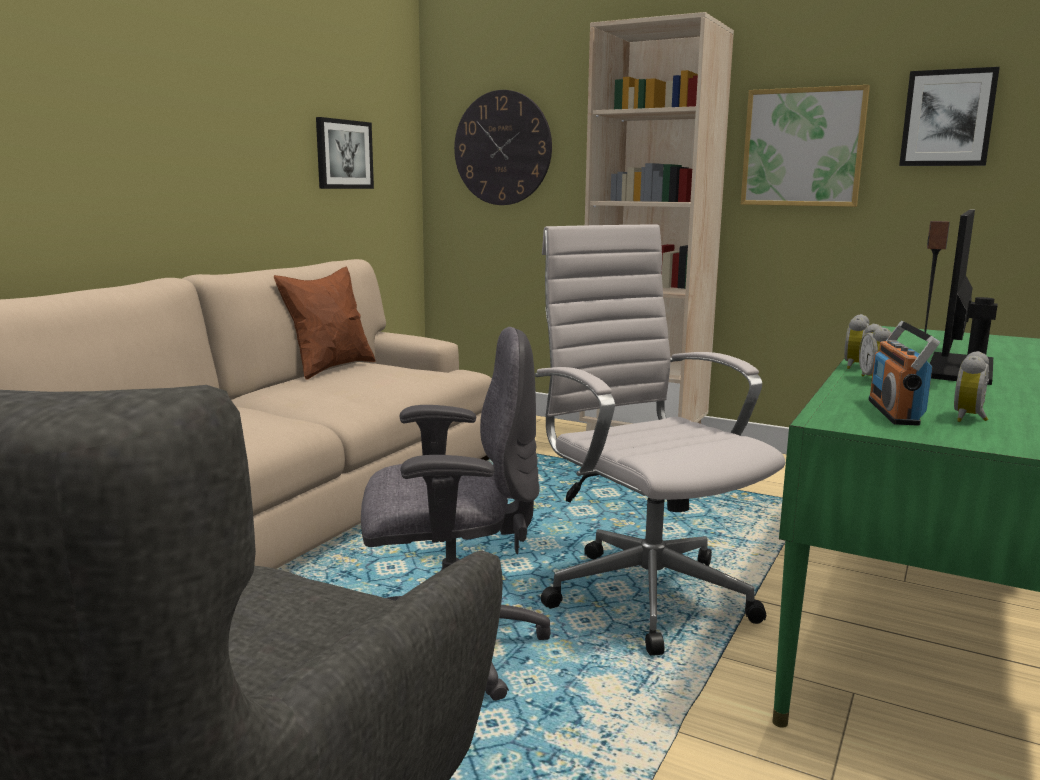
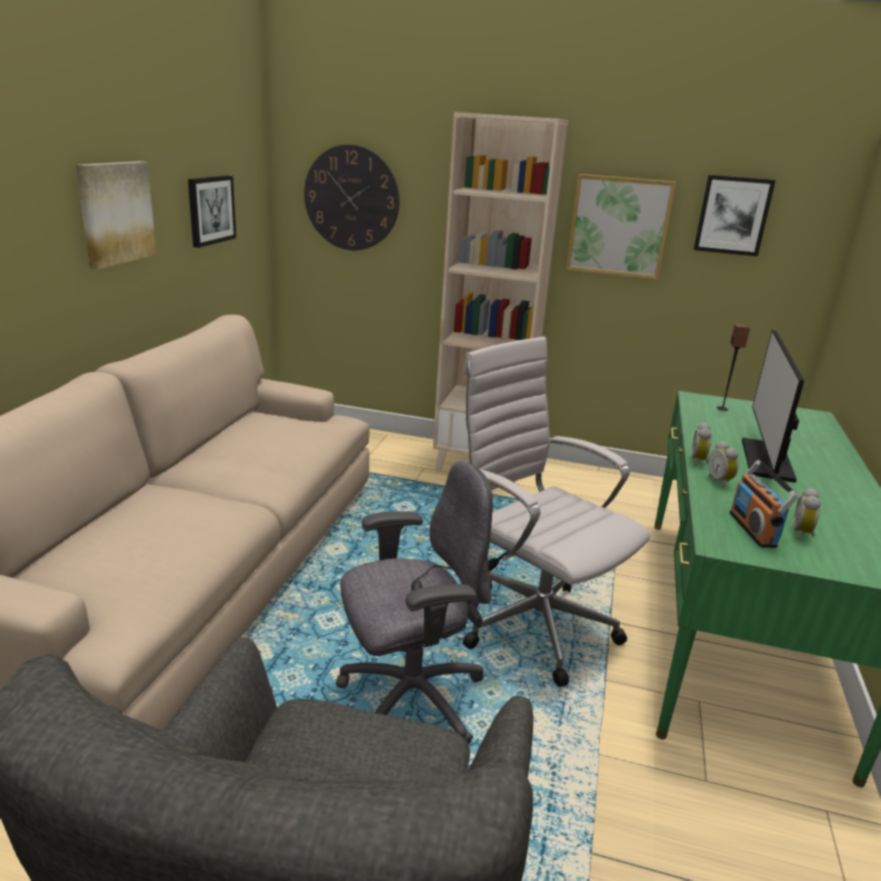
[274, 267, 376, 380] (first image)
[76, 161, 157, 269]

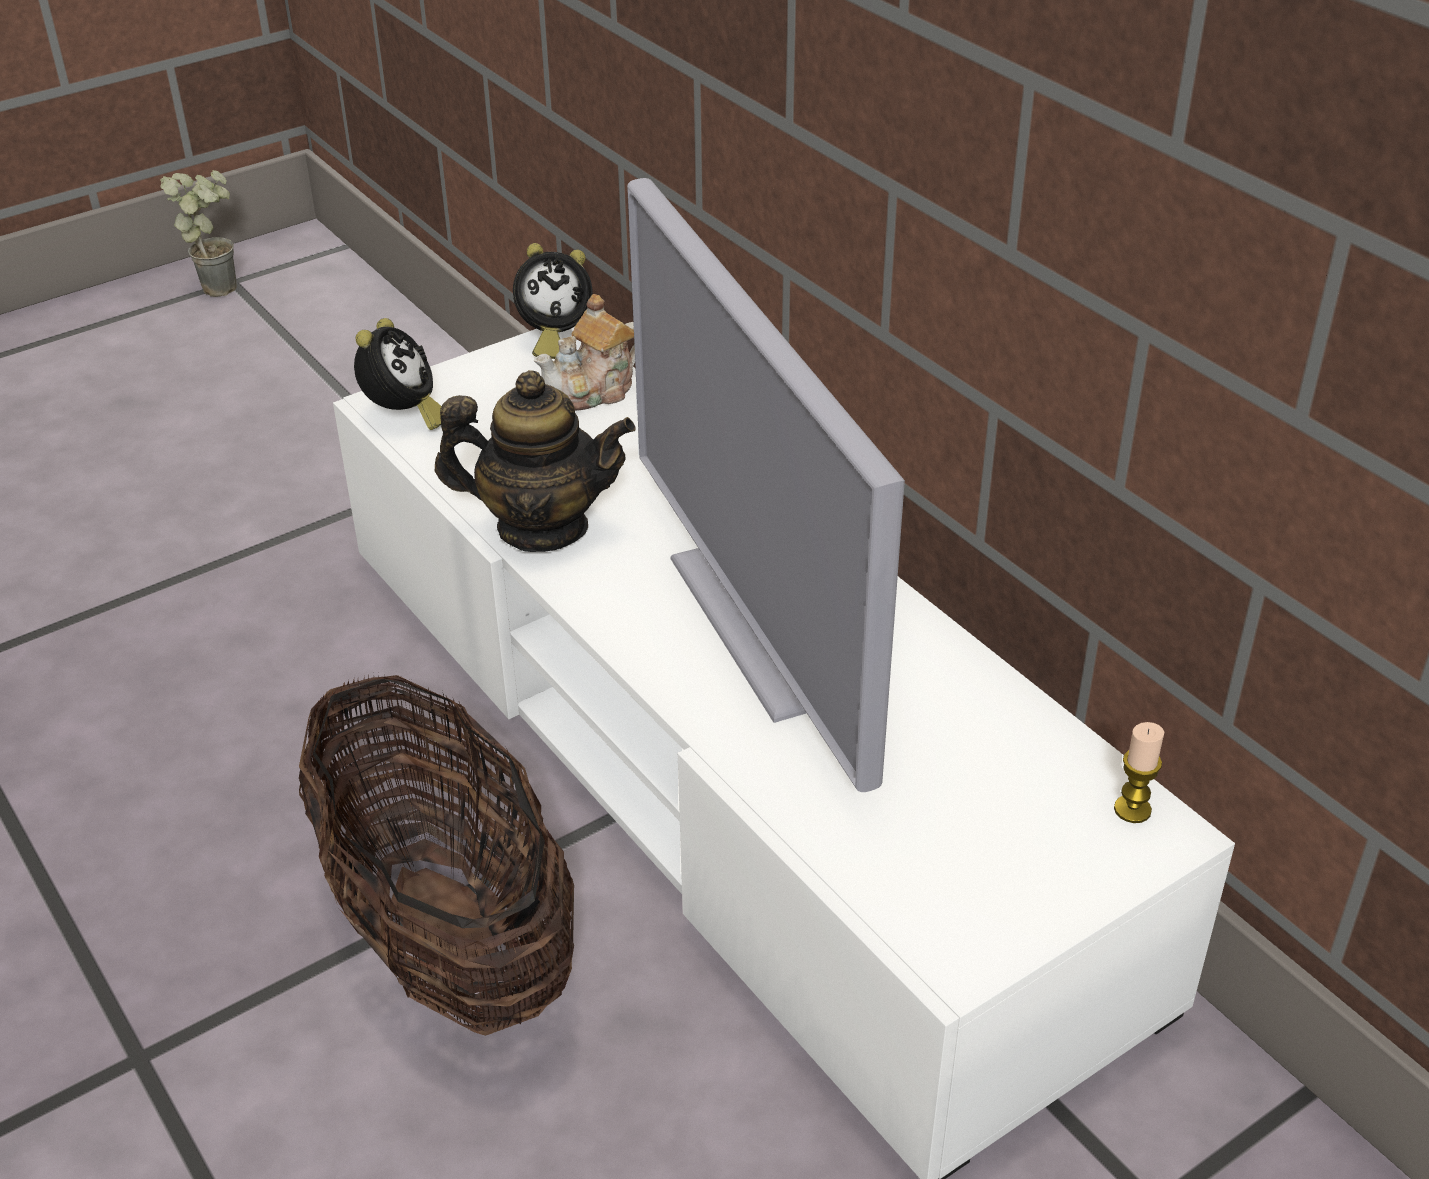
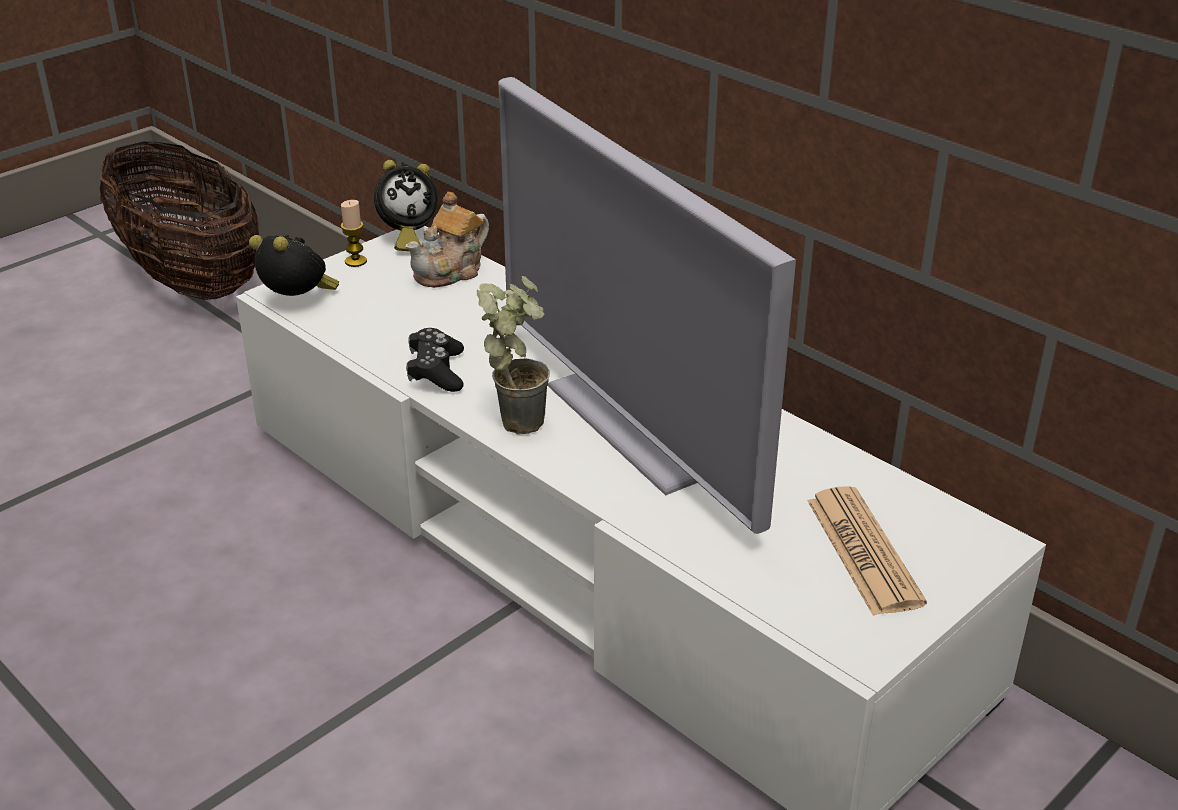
[807, 486, 927, 616]
[477, 276, 550, 434]
[100, 141, 259, 300]
[341, 200, 367, 267]
[406, 328, 464, 392]
[249, 235, 339, 296]

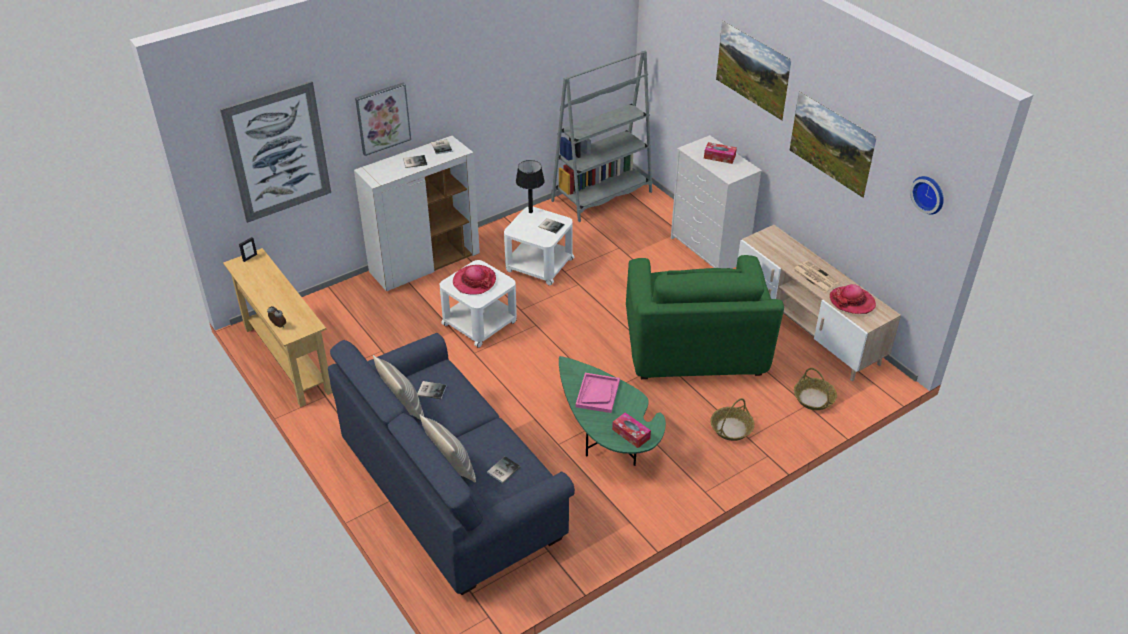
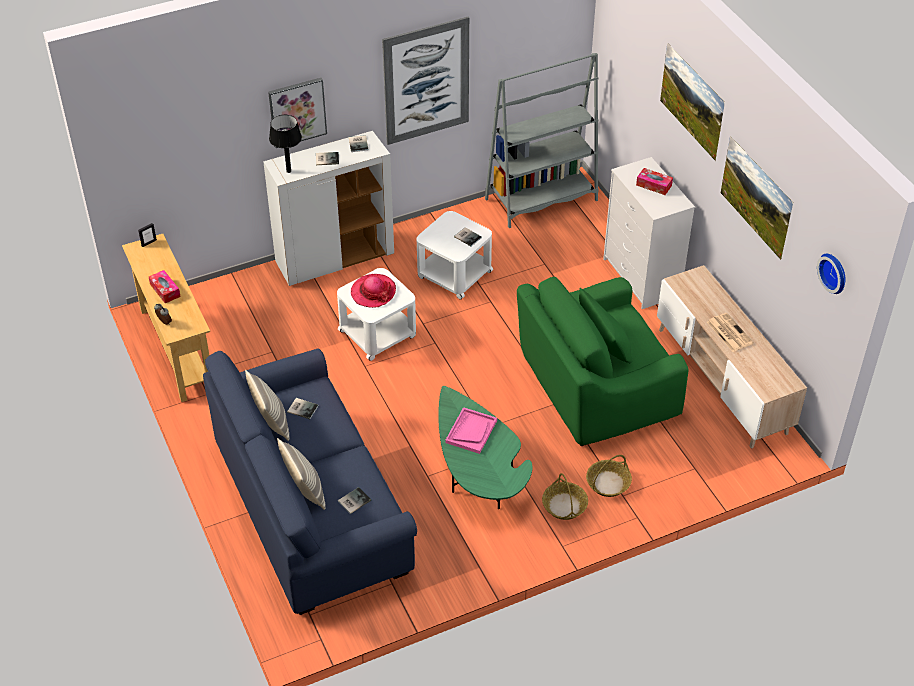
[830, 284, 876, 314] (first image)
[382, 16, 469, 145]
[269, 115, 302, 173]
[149, 270, 181, 303]
[542, 473, 588, 520]
[517, 277, 689, 446]

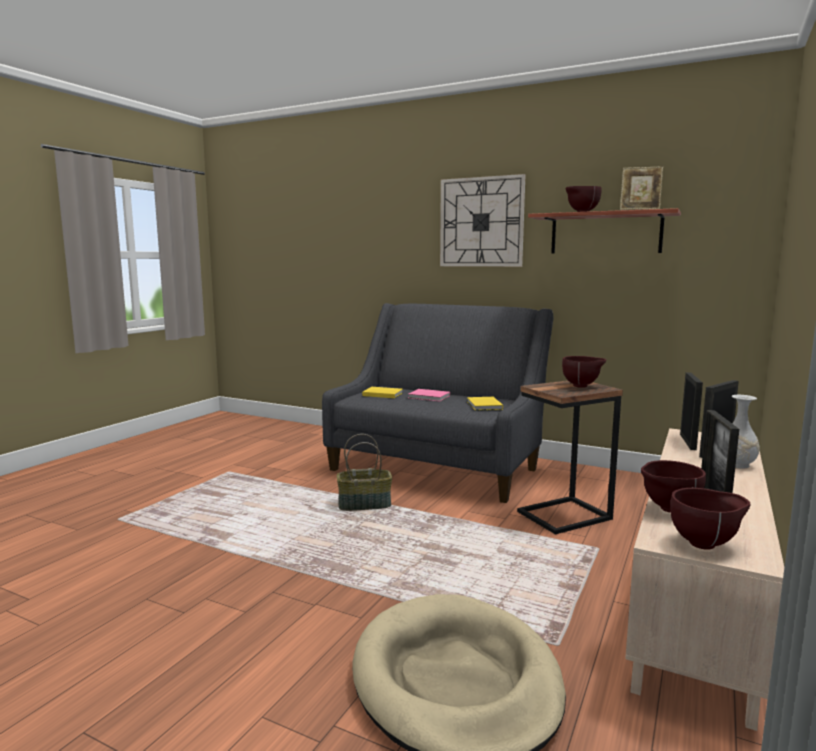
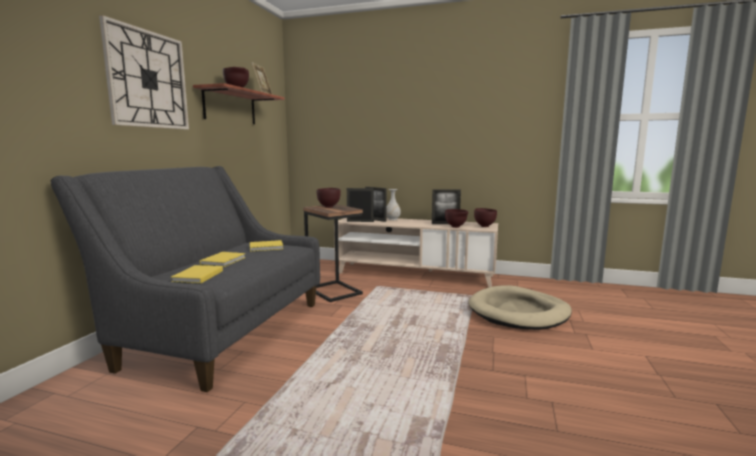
[337, 434, 392, 511] (first image)
[200, 252, 246, 267]

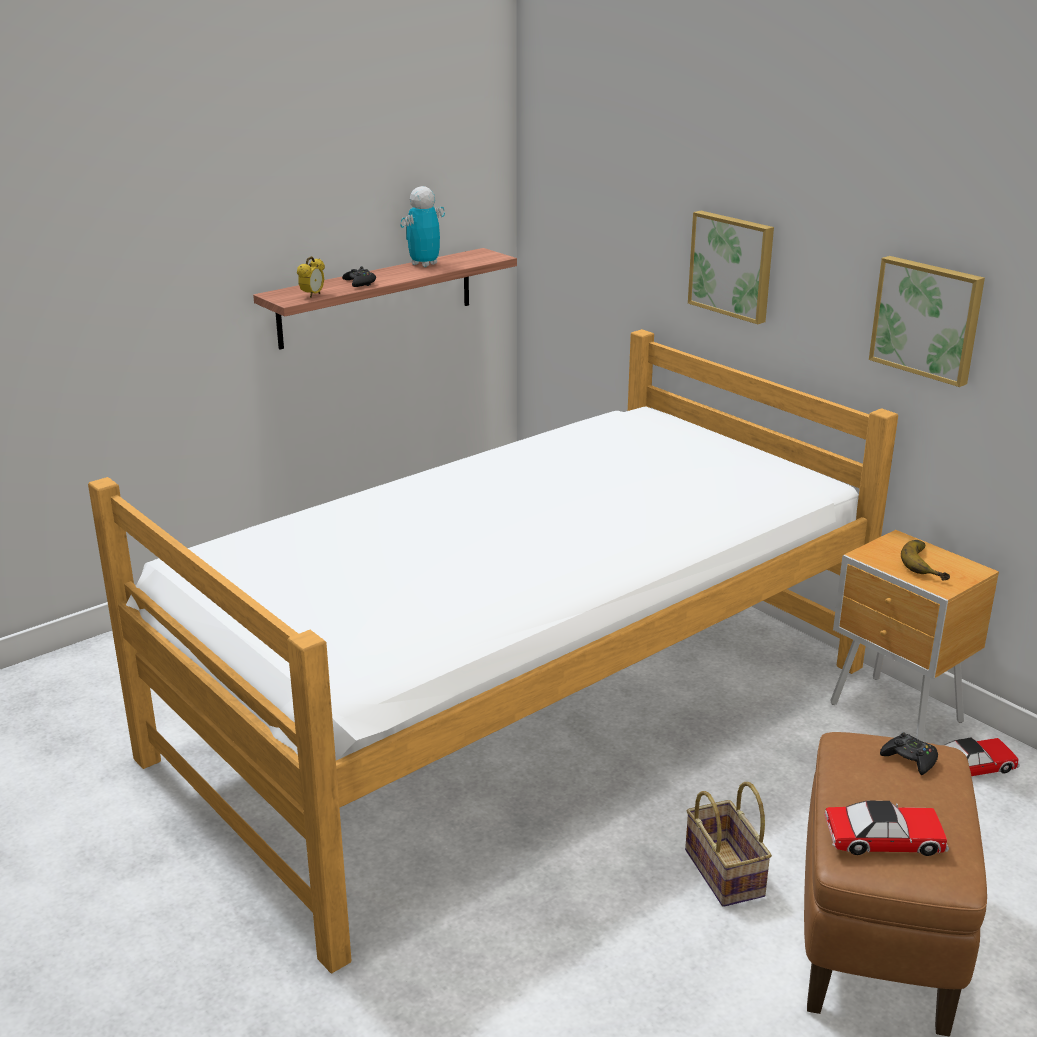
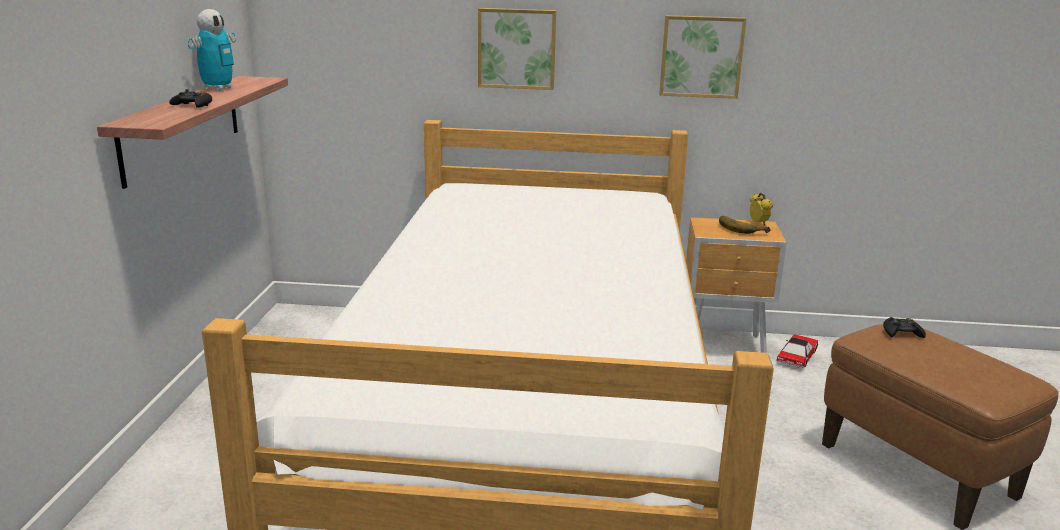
[685, 782, 772, 907] (first image)
[824, 801, 949, 856] (first image)
[750, 193, 773, 226]
[188, 9, 236, 91]

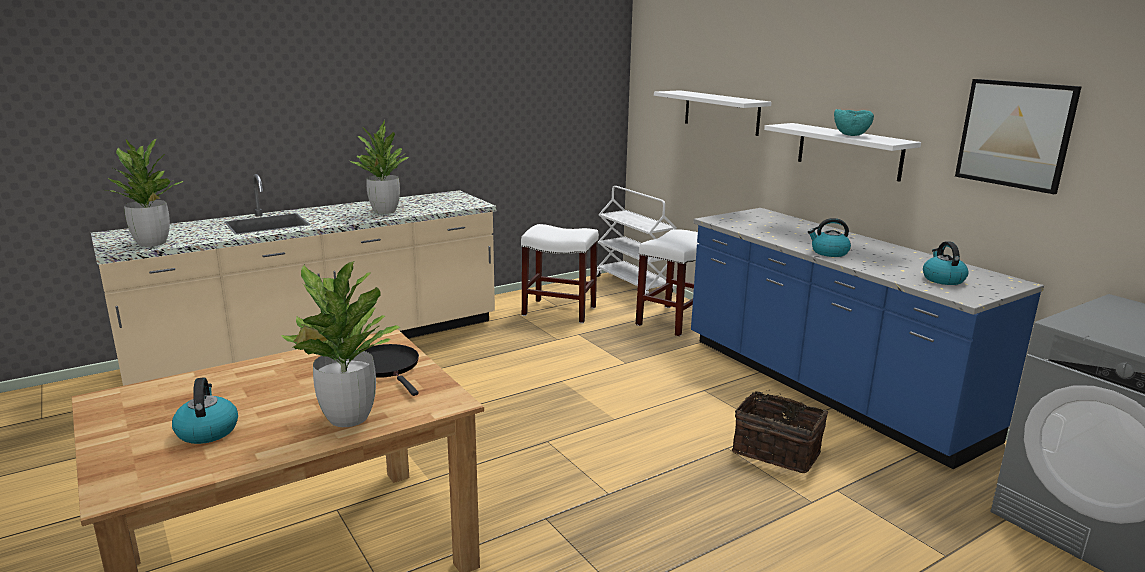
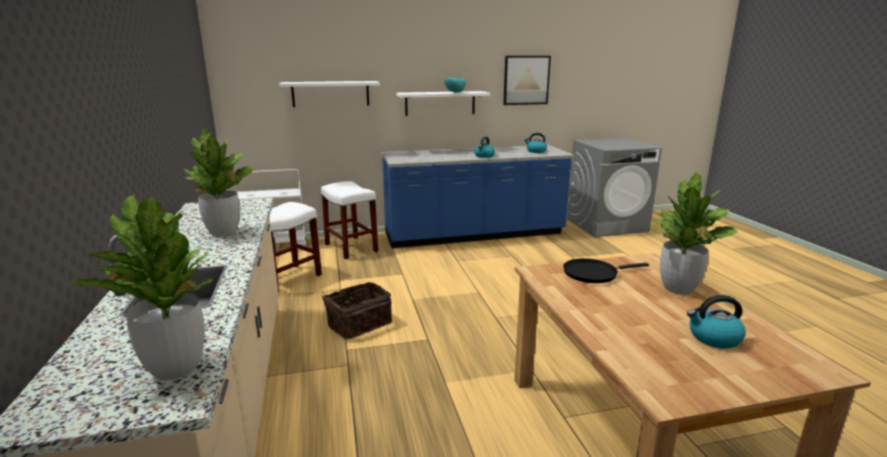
[322, 282, 392, 339]

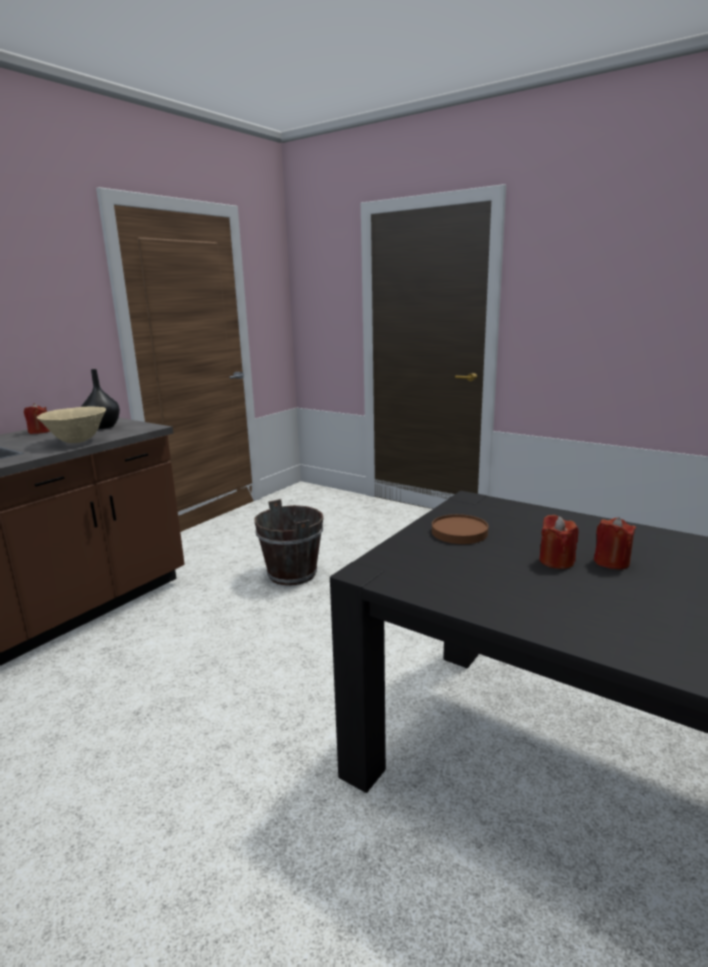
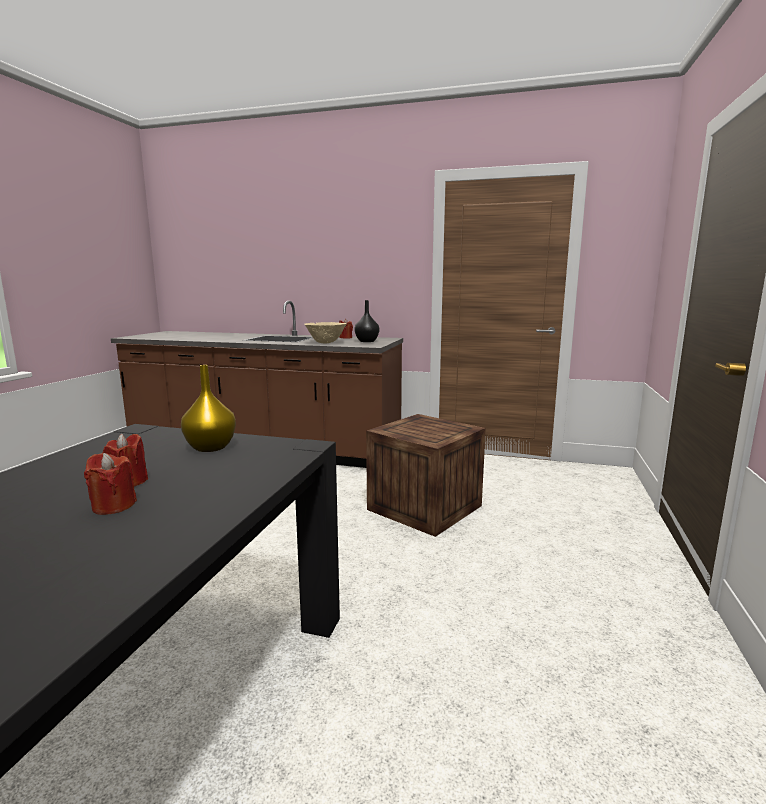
[366, 414, 486, 537]
[181, 365, 236, 452]

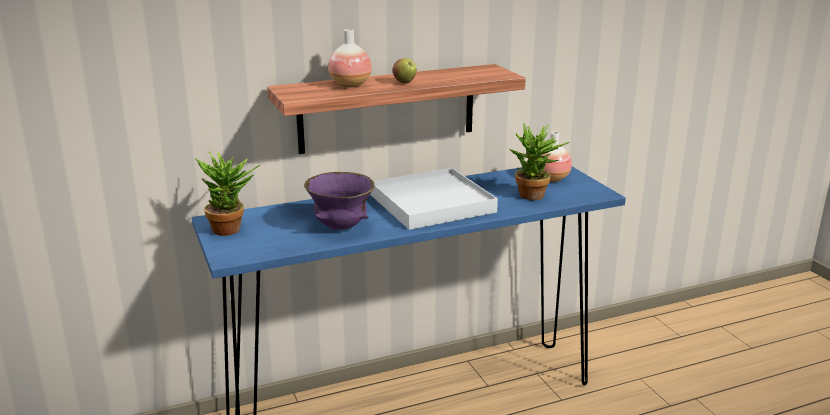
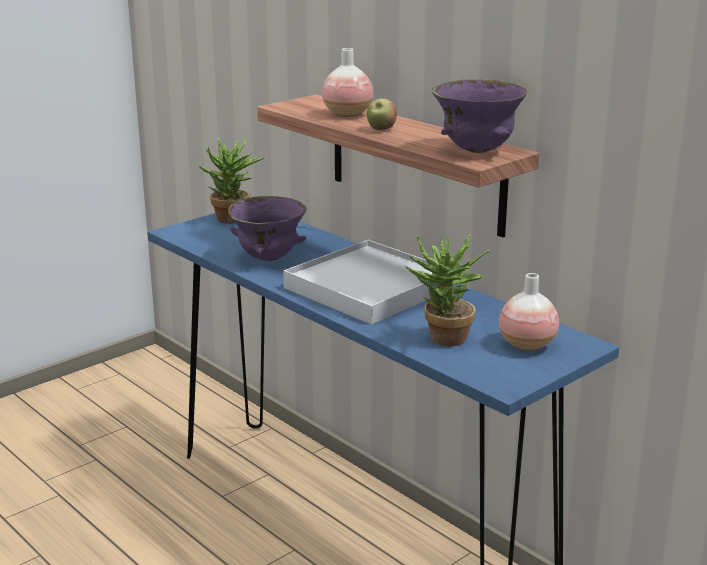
[432, 79, 527, 153]

